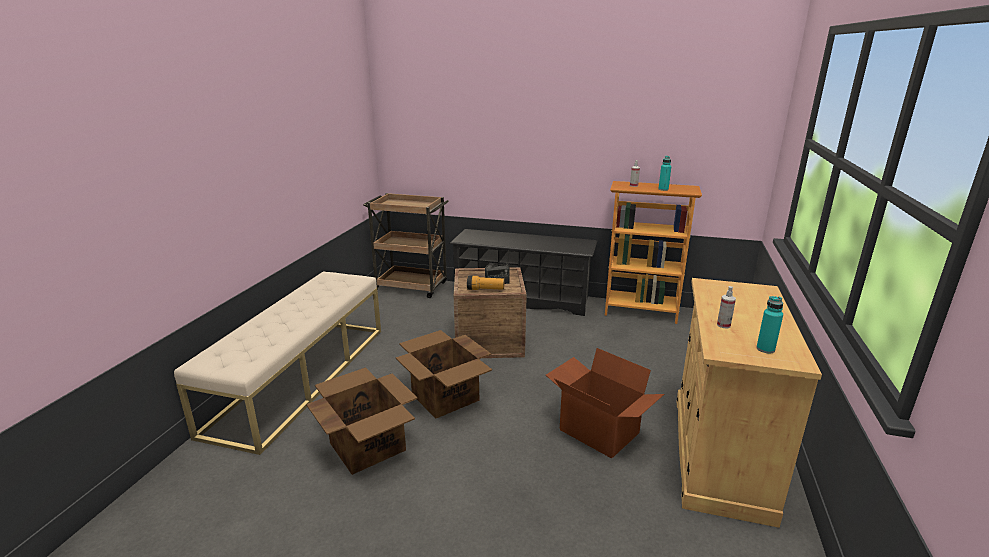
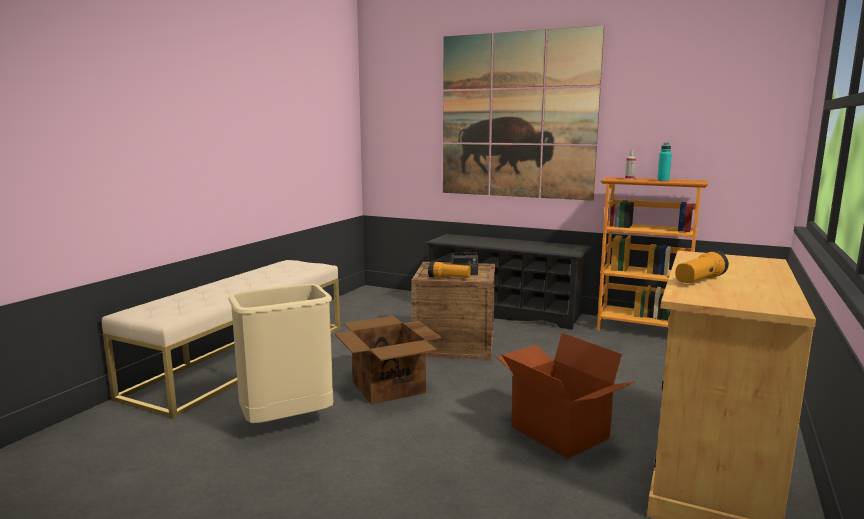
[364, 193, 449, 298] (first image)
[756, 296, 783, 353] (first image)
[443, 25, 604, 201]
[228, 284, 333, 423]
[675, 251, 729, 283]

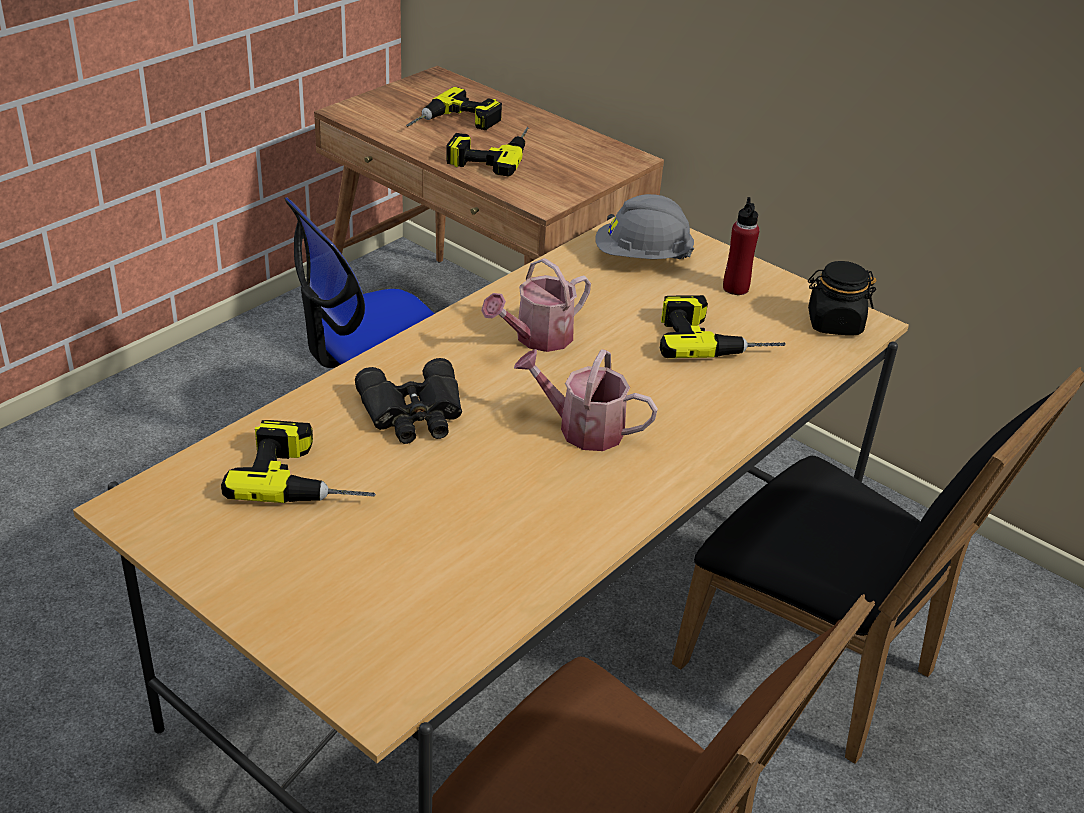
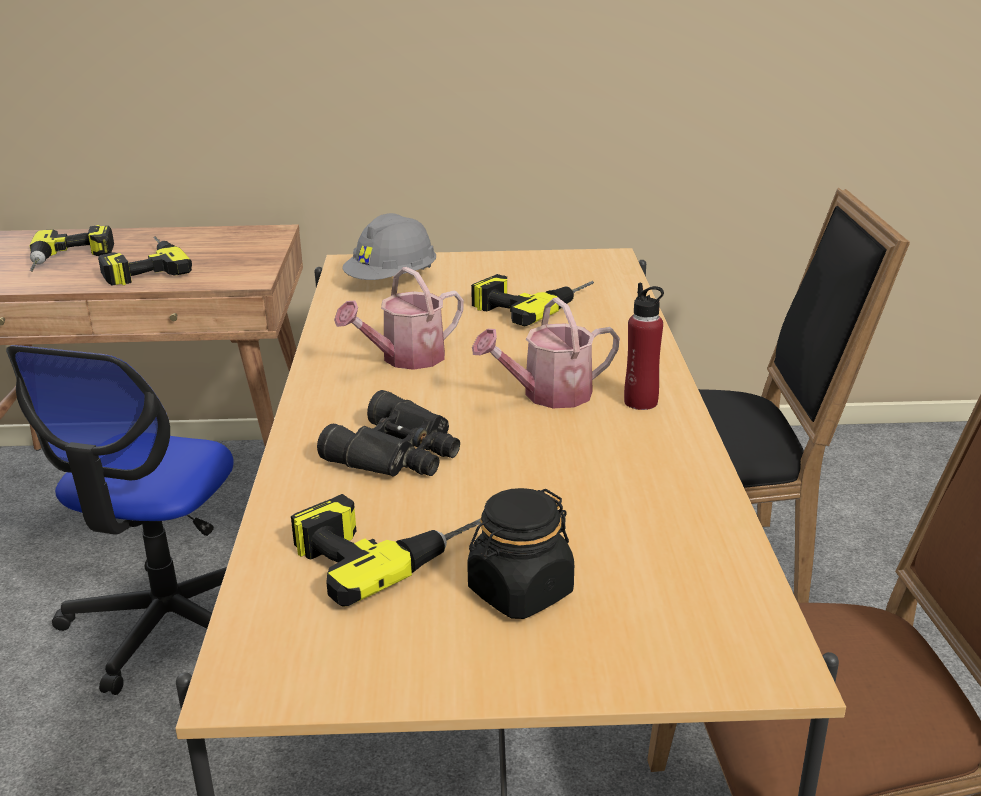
[624, 283, 664, 410]
[467, 488, 574, 619]
[334, 267, 464, 370]

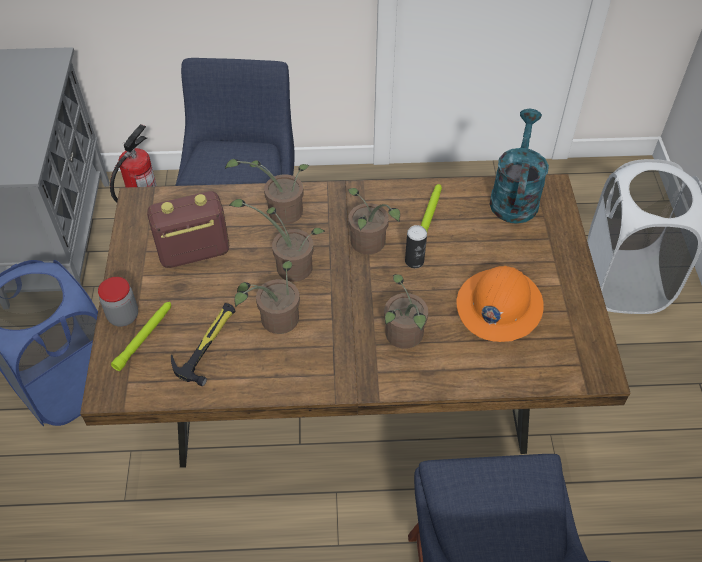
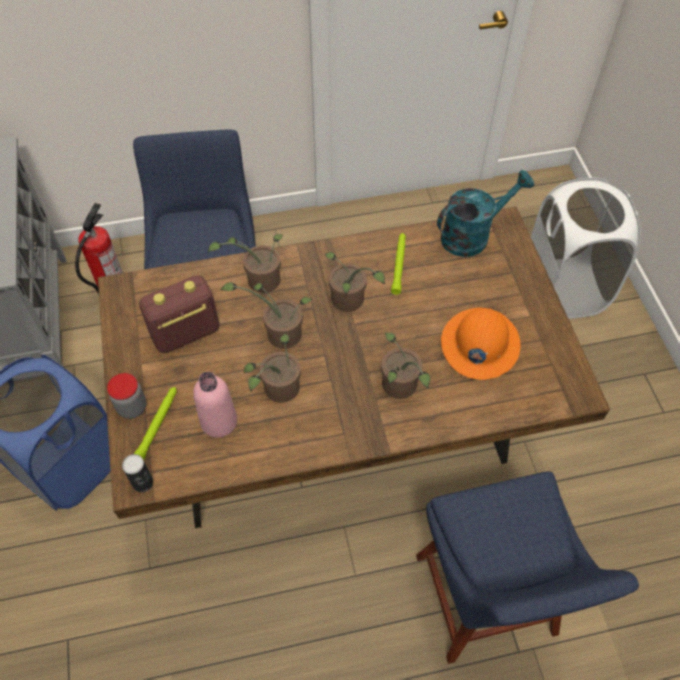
[122, 454, 153, 493]
[193, 372, 237, 438]
[437, 170, 534, 257]

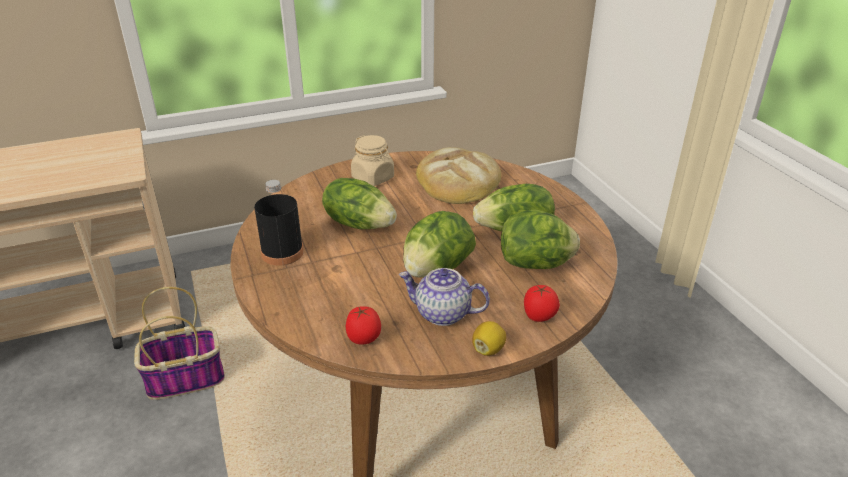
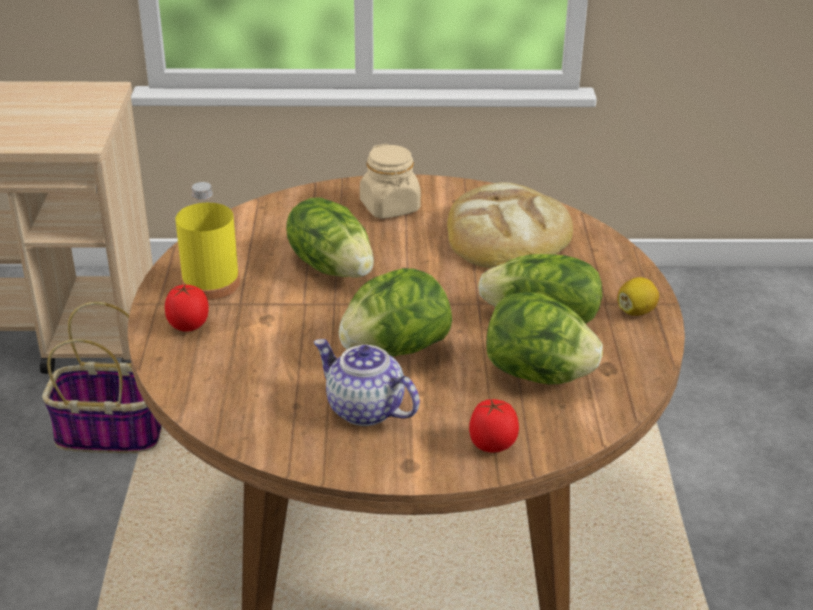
[165, 285, 209, 332]
[617, 277, 659, 316]
[175, 182, 240, 300]

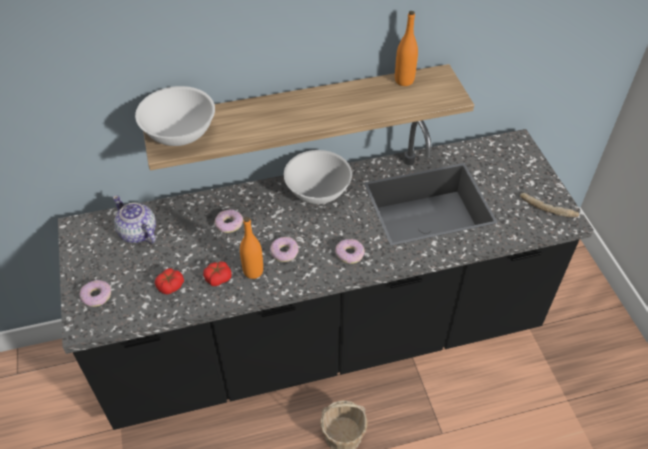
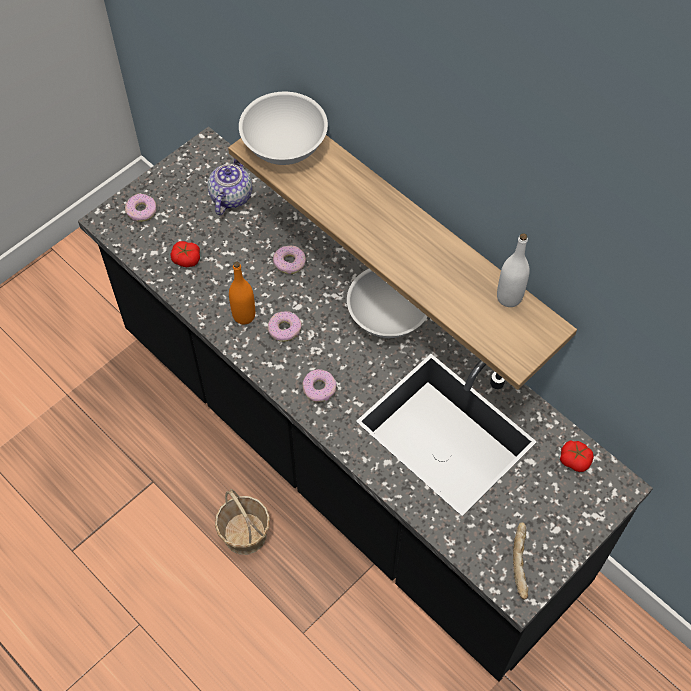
[560, 440, 594, 472]
[497, 233, 530, 307]

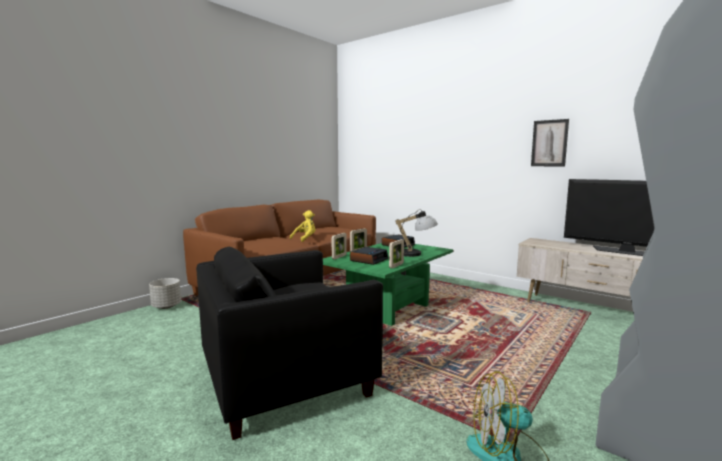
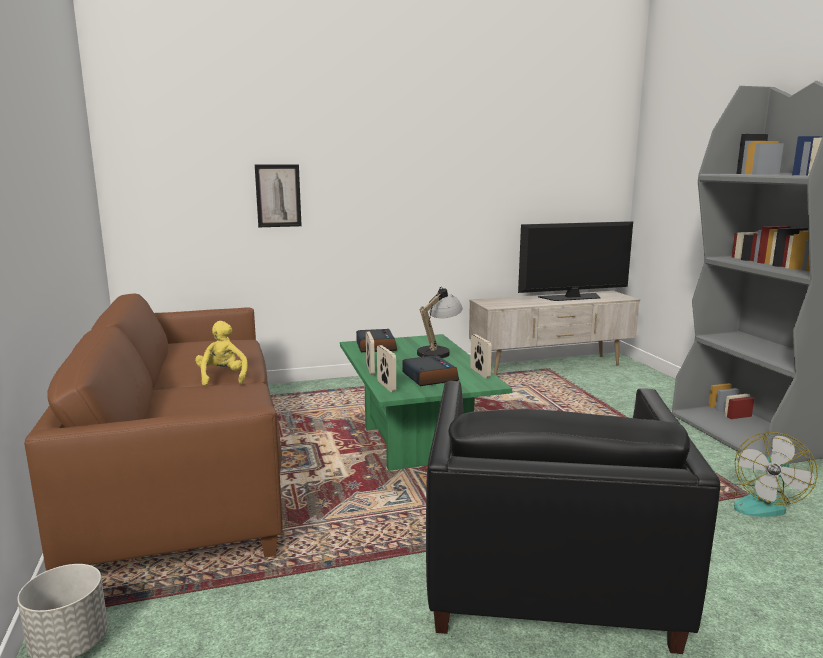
[255, 164, 302, 227]

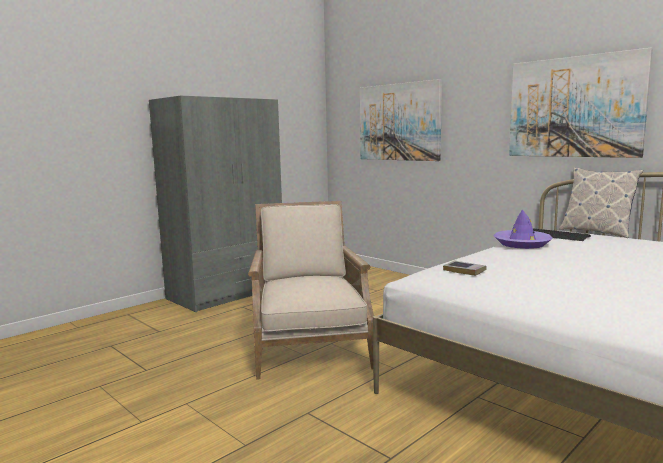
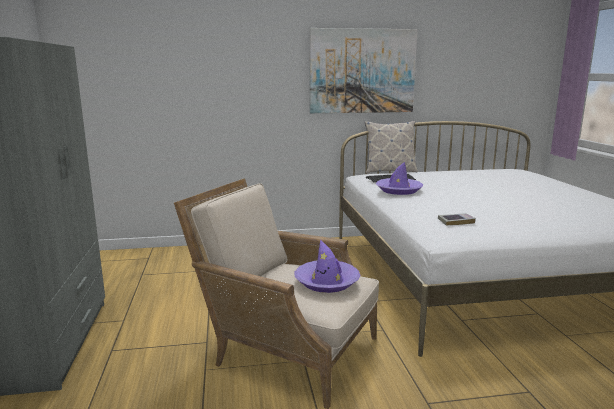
[360, 79, 442, 161] (first image)
[294, 239, 360, 293]

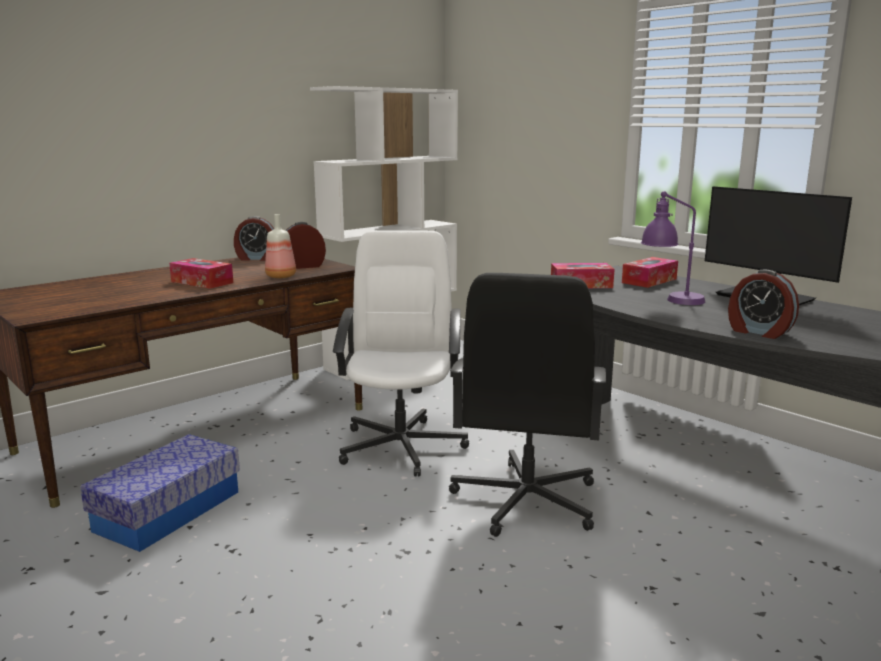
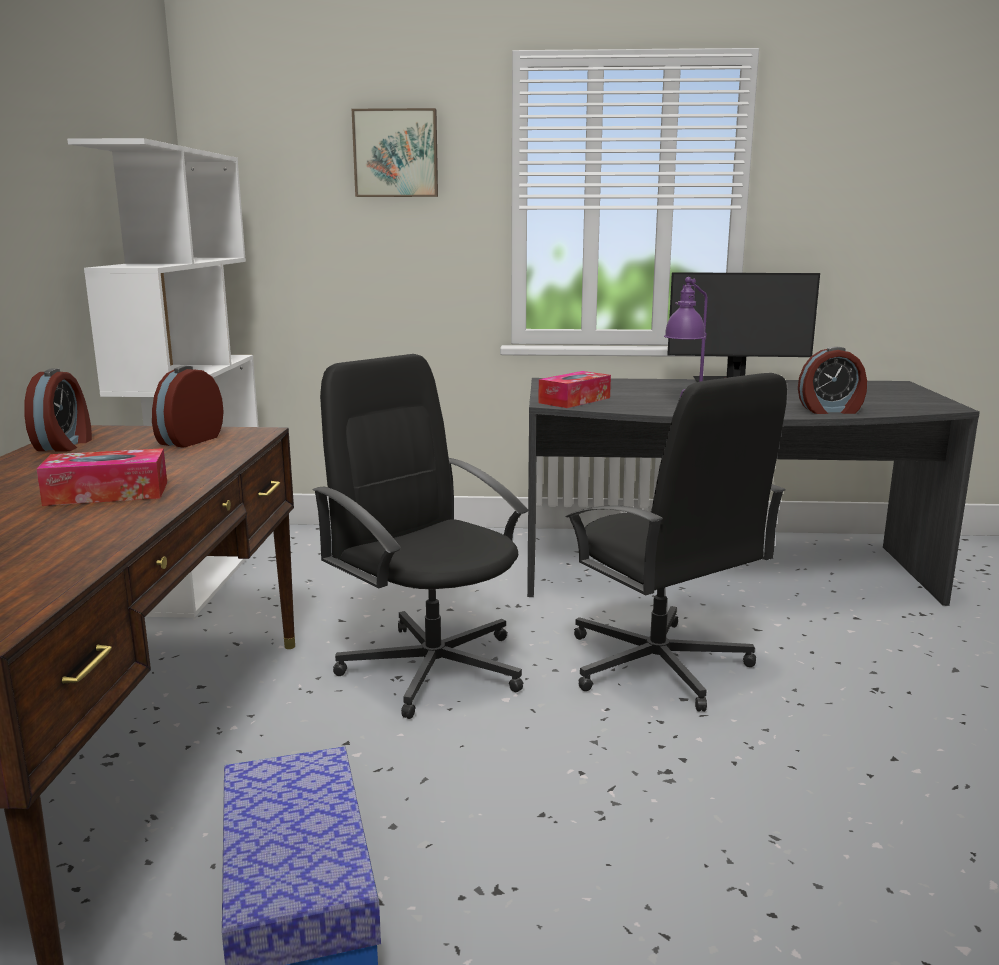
[265, 214, 296, 278] (first image)
[622, 257, 678, 288] (first image)
[352, 108, 438, 197]
[312, 354, 528, 719]
[24, 368, 92, 451]

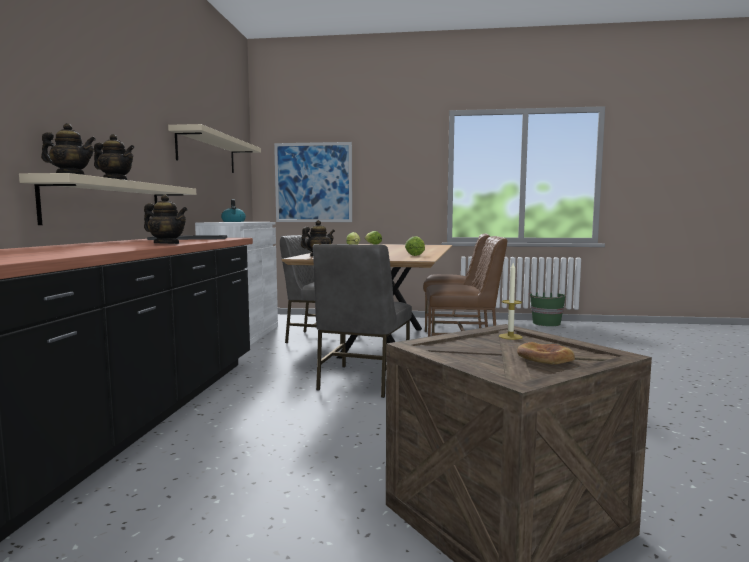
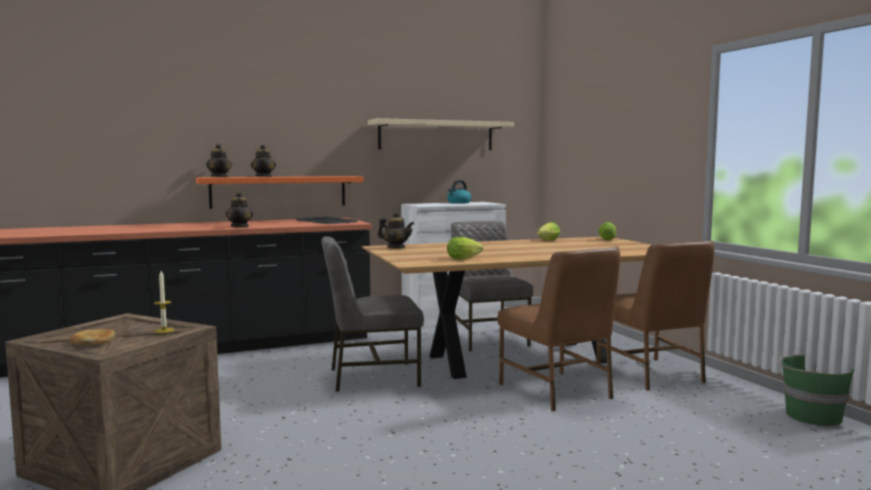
[274, 142, 352, 222] (first image)
[196, 176, 364, 209]

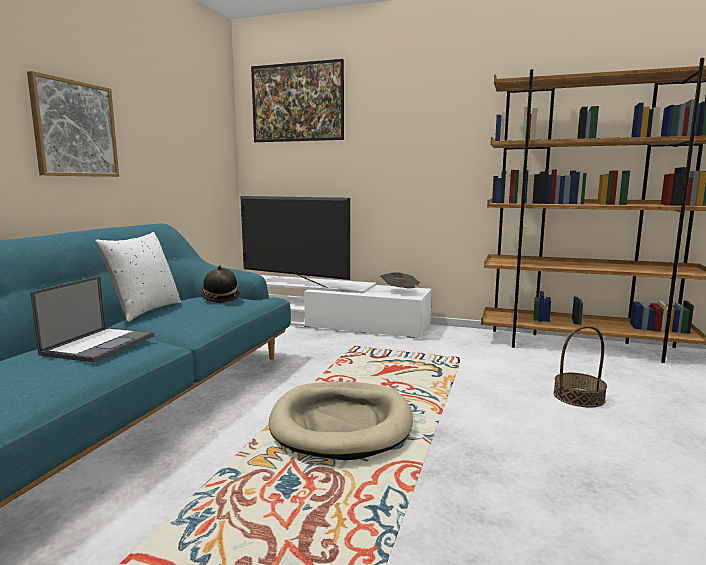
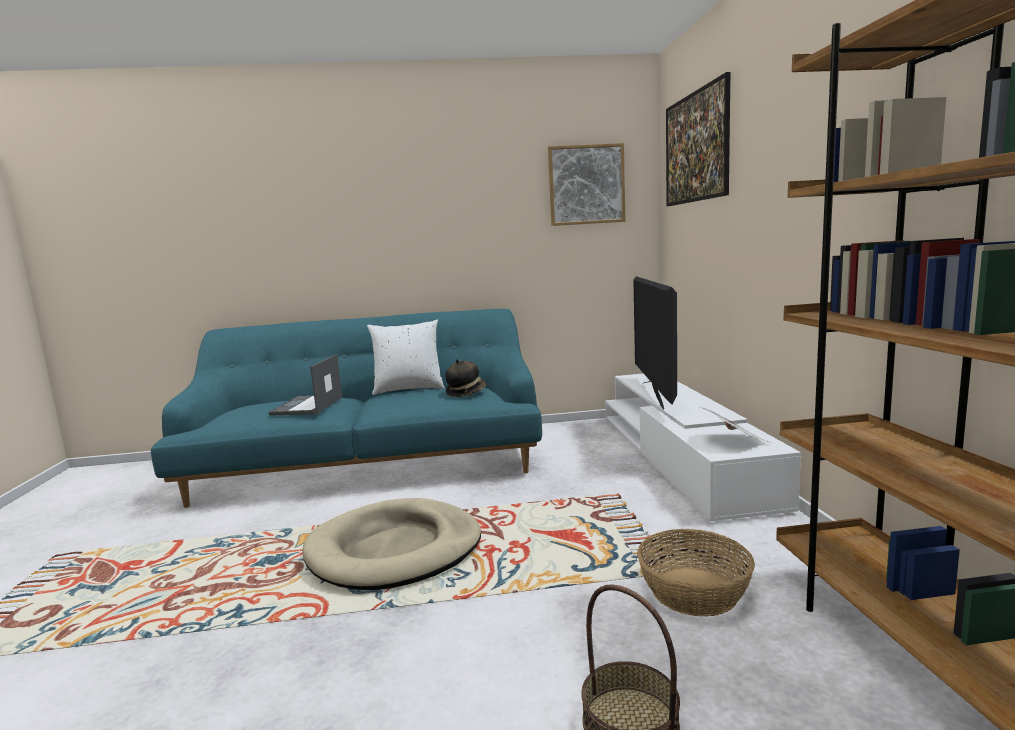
[637, 529, 755, 617]
[548, 143, 625, 226]
[269, 354, 342, 416]

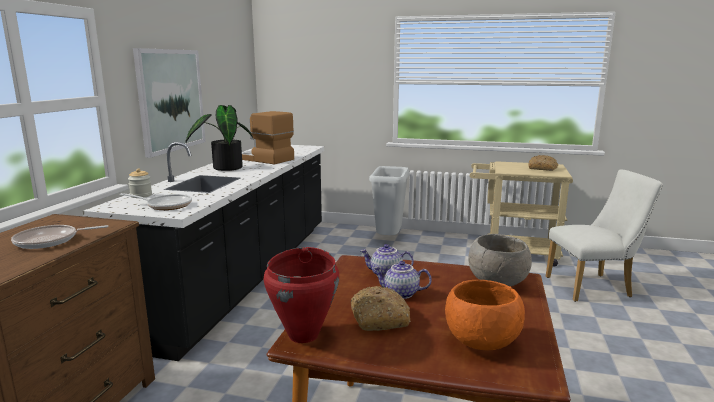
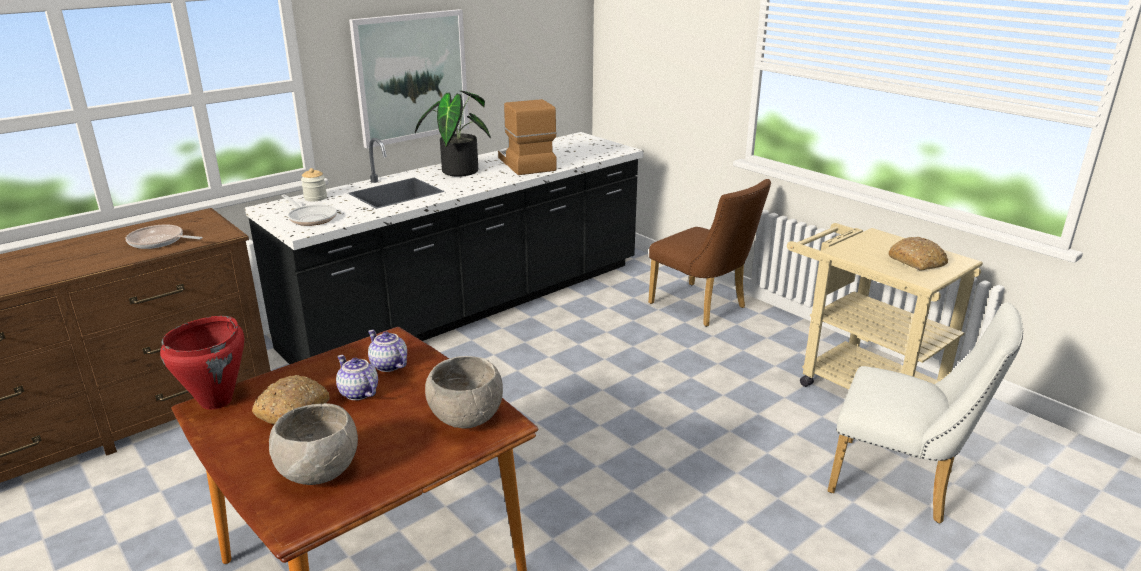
[648, 179, 771, 327]
[269, 403, 358, 485]

